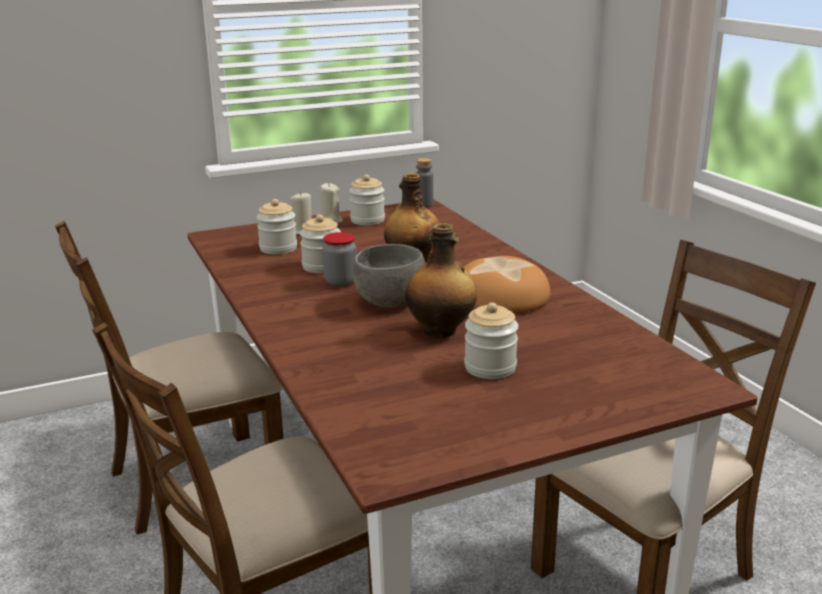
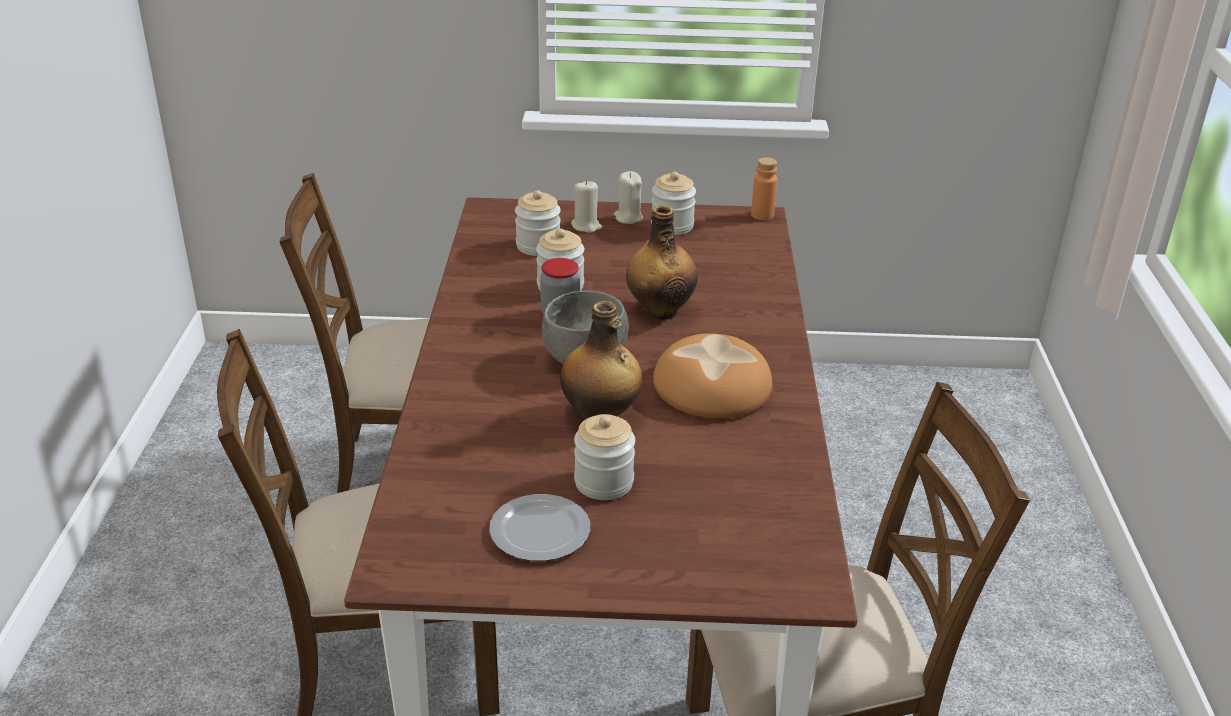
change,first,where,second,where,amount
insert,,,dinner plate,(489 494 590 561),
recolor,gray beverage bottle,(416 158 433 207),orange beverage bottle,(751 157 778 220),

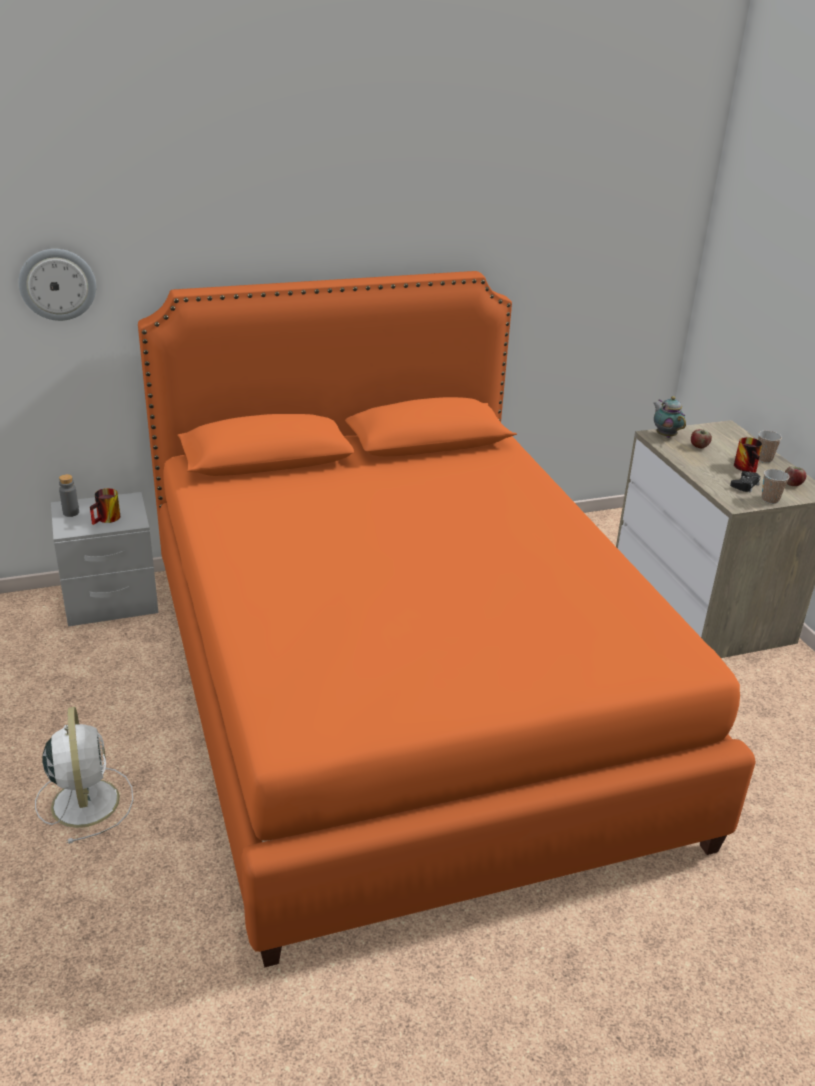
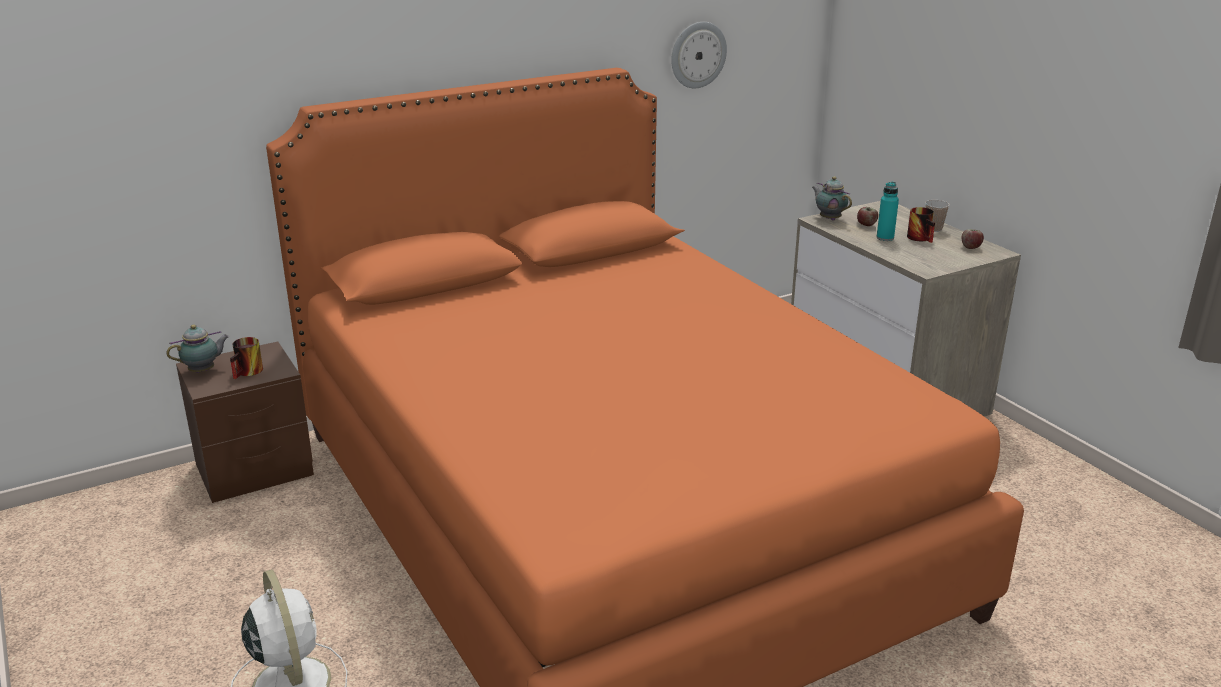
change,first,where,second,where,amount
delete,black game controller,(730 471 760 493),,,
delete,small cup,(762 469 790 504),,,
insert,,,turquoise beverage bottle,(876 182 899 241),
move,hanging clock,(19 249 96 321),,(671 22 727 88),
replace,gray beverage bottle,(59 474 79 517),teapot,(166 325 229 373),
recolor,gray nightstand,(51 492 159 627),brownish nightstand,(176 341 314 503),

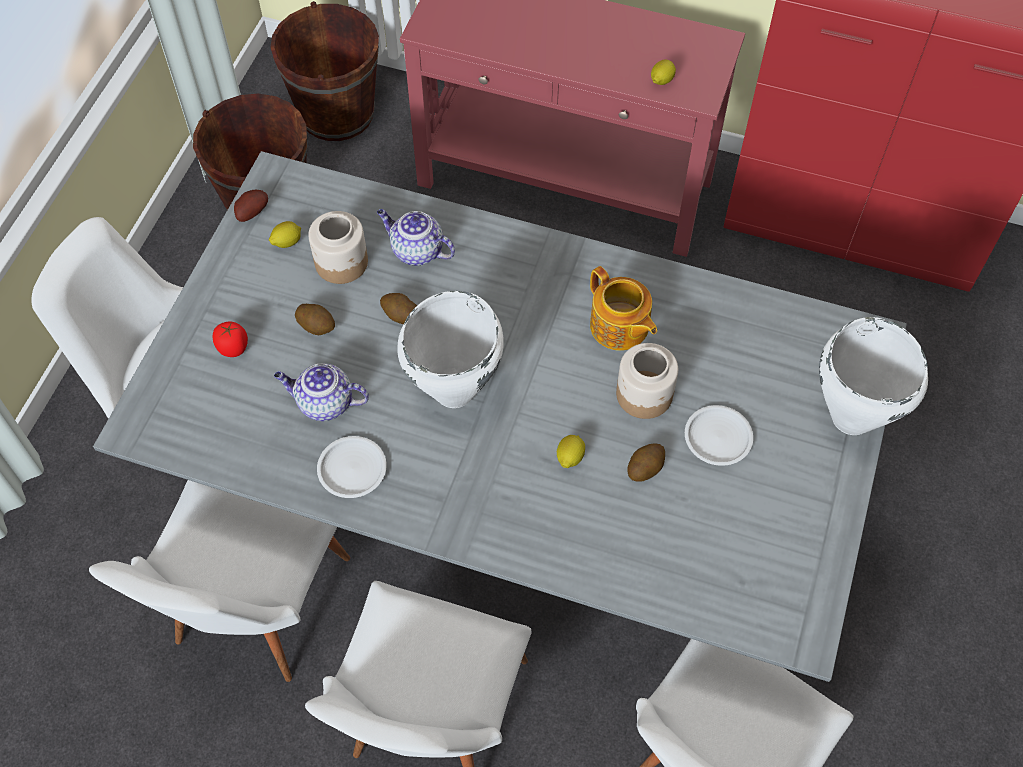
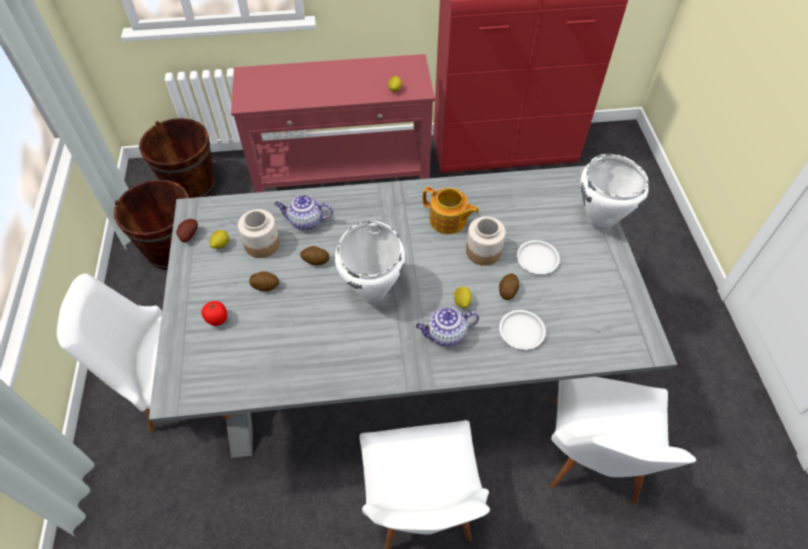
change,first,where,second,where,amount
delete,whitish chair,(89 480 350 682),,,
move,teapot,(274 363 369 421),,(416 307 479 347),
move,whitish dinner plate,(317 436 387 498),,(499 310 546 350),

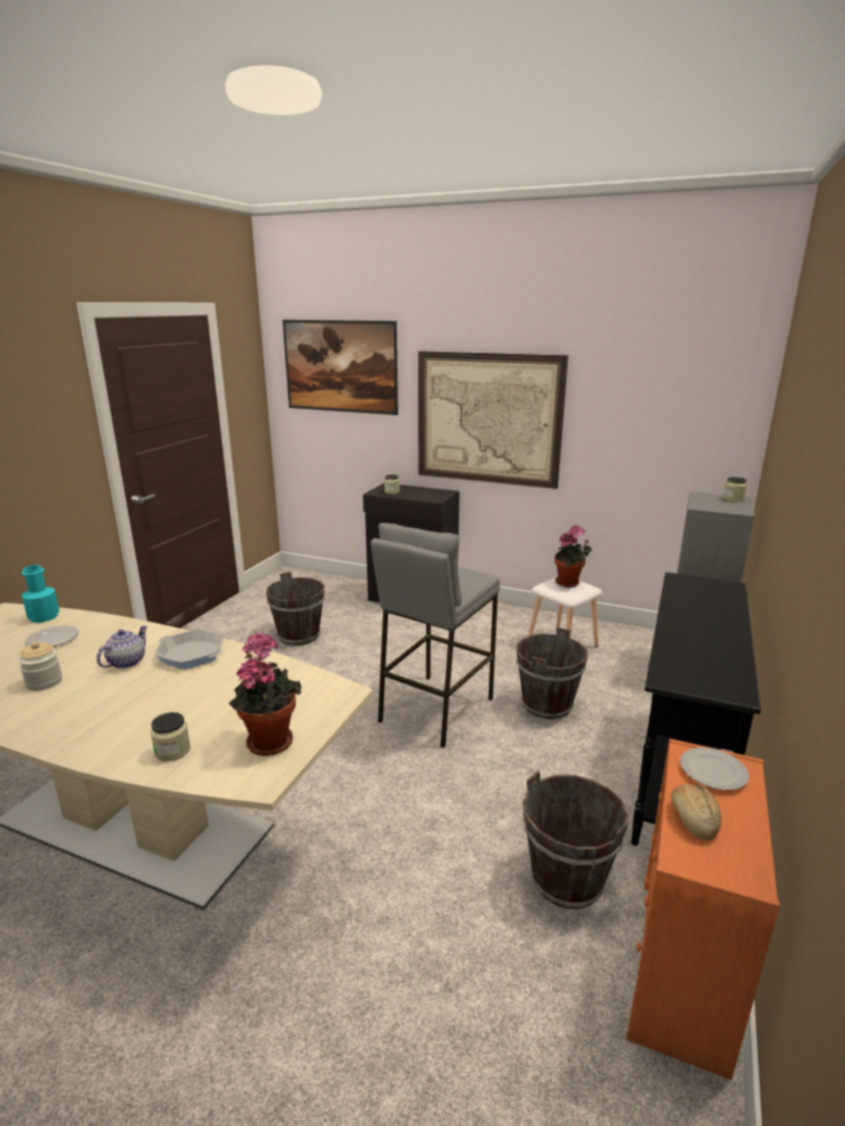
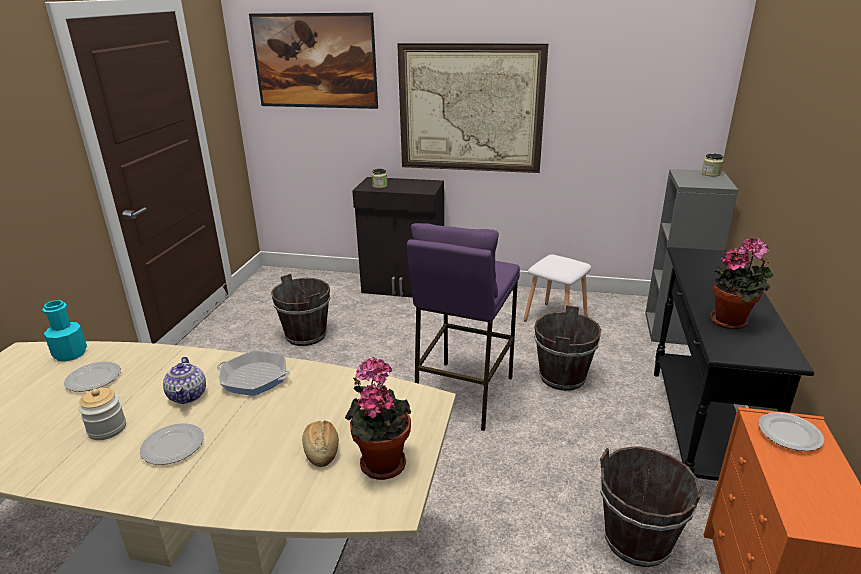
change,first,where,second,where,amount
delete,jar,(150 712 191 762),,,
insert,,,dinner plate,(140 423 204 465),
move,potted plant,(554 525 592 587),,(710 238 774 330),
move,bakery bread,(671 784 721 841),,(302 420 339 467),
recolor,gray stool,(371 523 500 748),purplish stool,(407 223 520 431),
rotate,teapot,(97 625 147 669),,(163 357 206 404),150 degrees clockwise

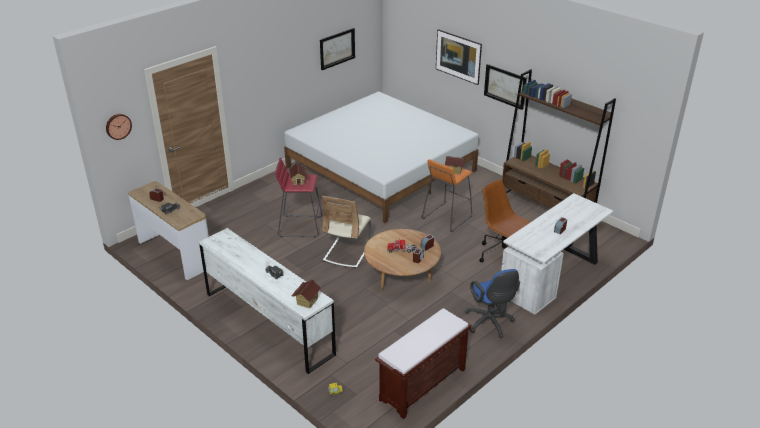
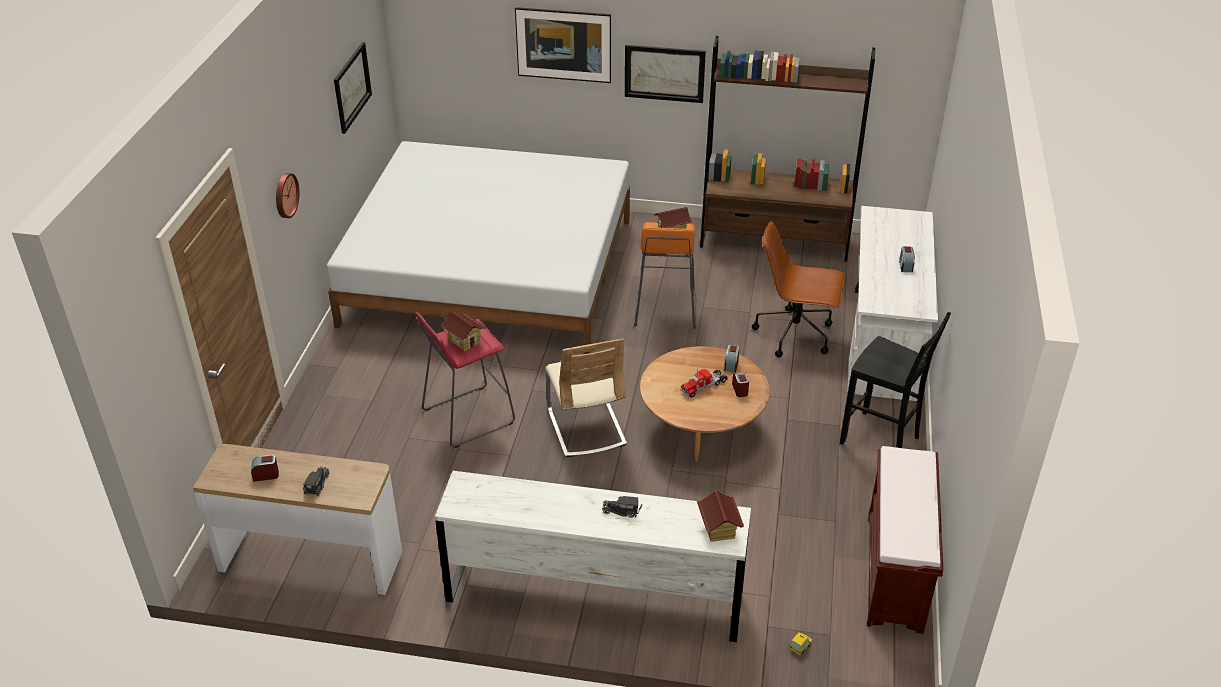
change,first,where,second,where,amount
move,hanging clock,(106 114 132 140),,(276 173 299 218),
replace,bluish desk chair,(465 269 520 338),black stool,(840 312 951 448),

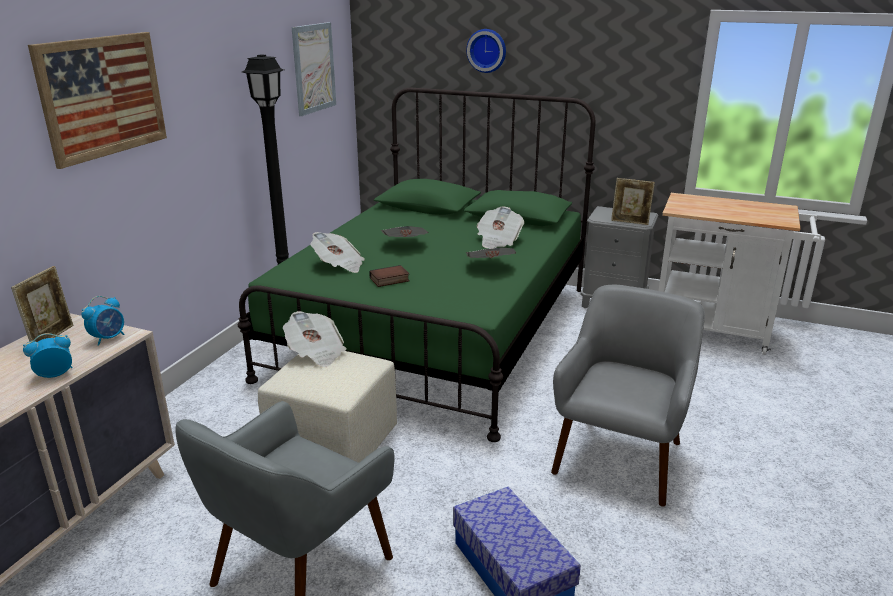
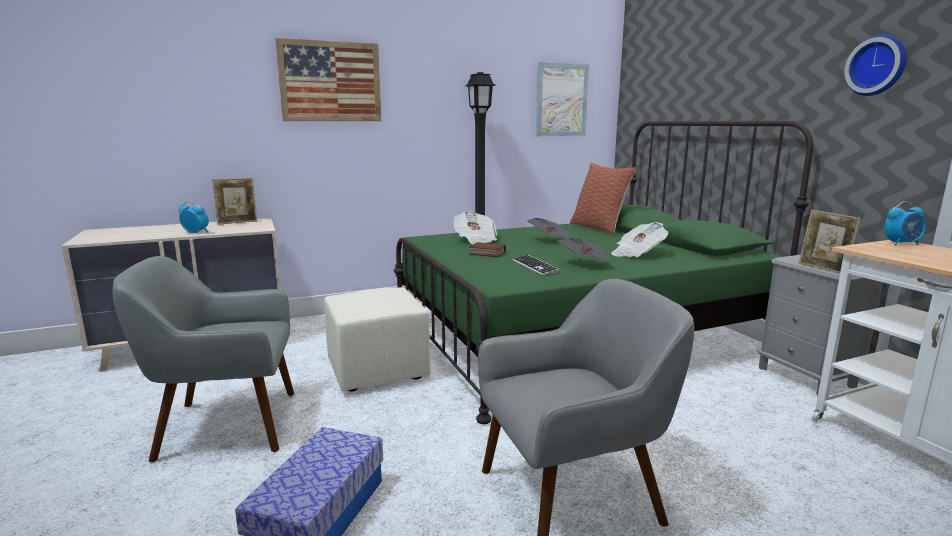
change,first,where,second,where,amount
delete,daily paper,(283 311 346 367),,,
insert,,,PC keyboard,(513 255 559 275),
insert,,,cushion,(570 163 636 235),
move,alarm clock,(81 296 125 346),,(884 201 926 246),
move,hanging clock,(466 29 506 73),,(844 34 907 96),

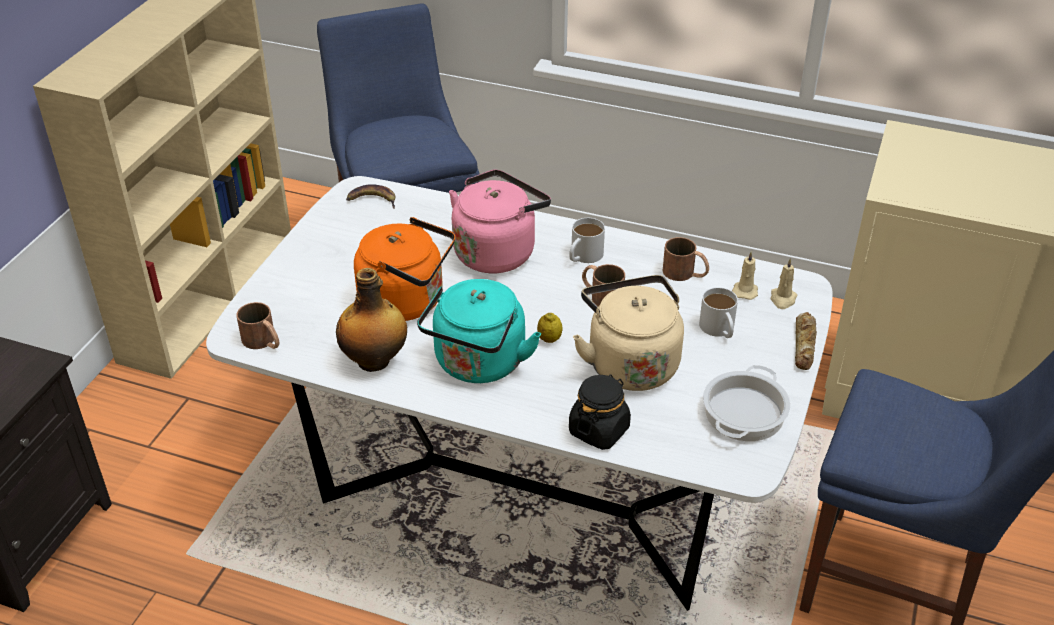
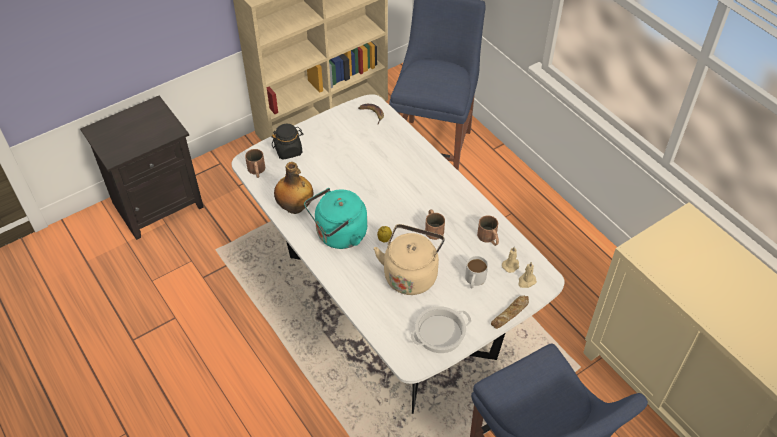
change,first,where,second,where,amount
delete,orange tea kettle,(354 217 455 321),,,
delete,pinkish tea kettle,(449 169 551 273),,,
delete,whitish mug,(569 218 605 263),,,
move,black jar,(569 374 631 450),,(272 124 303 160),

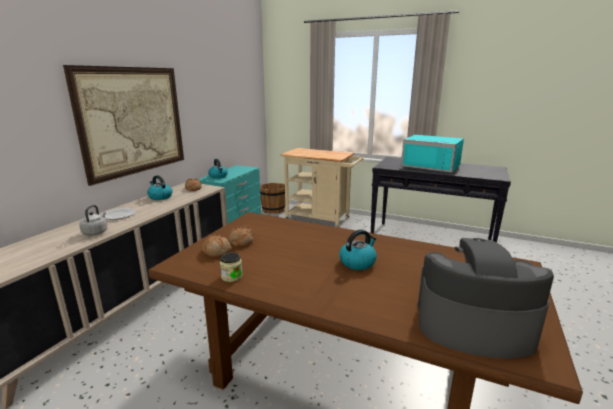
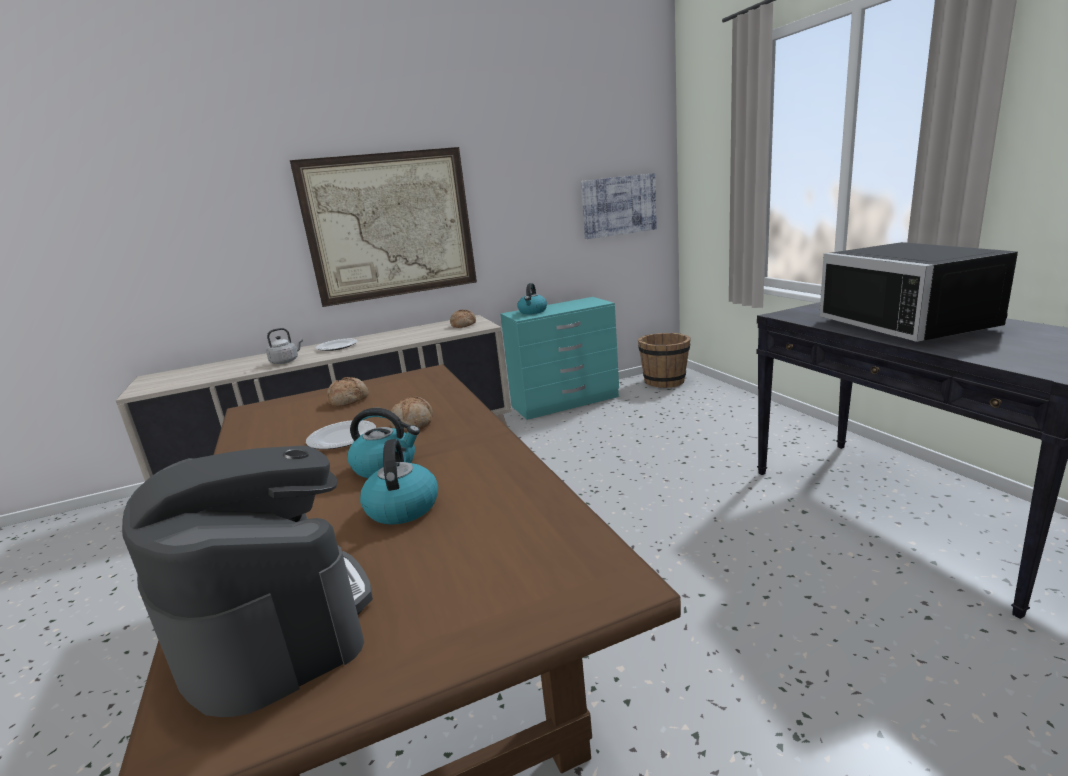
change,first,where,second,where,amount
delete,jar,(220 252 243 282),,,
delete,sand-coloured cart,(280 148 363 228),,,
insert,,,dinner plate,(306 420 376 449),
insert,,,picture,(581 173 657 239),
move,tea kettle,(147 175 173 200),,(360 439 438 525),
move,bakery bread,(202 235 231 257),,(389 397 433 432),
recolor,turquoise microwave oven,(401 135 464 173),black microwave oven,(819 242 1018 342),

